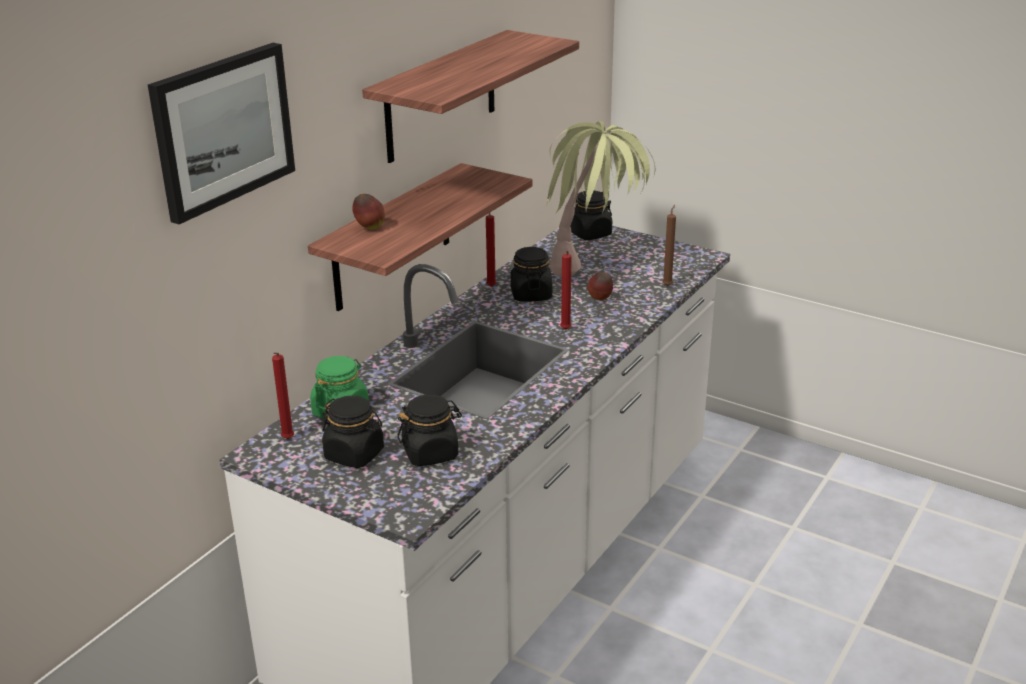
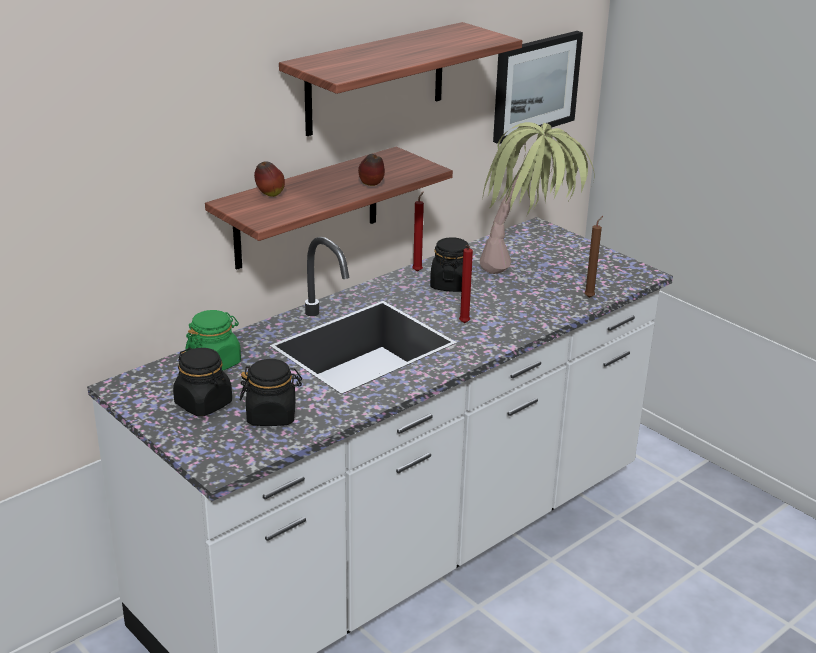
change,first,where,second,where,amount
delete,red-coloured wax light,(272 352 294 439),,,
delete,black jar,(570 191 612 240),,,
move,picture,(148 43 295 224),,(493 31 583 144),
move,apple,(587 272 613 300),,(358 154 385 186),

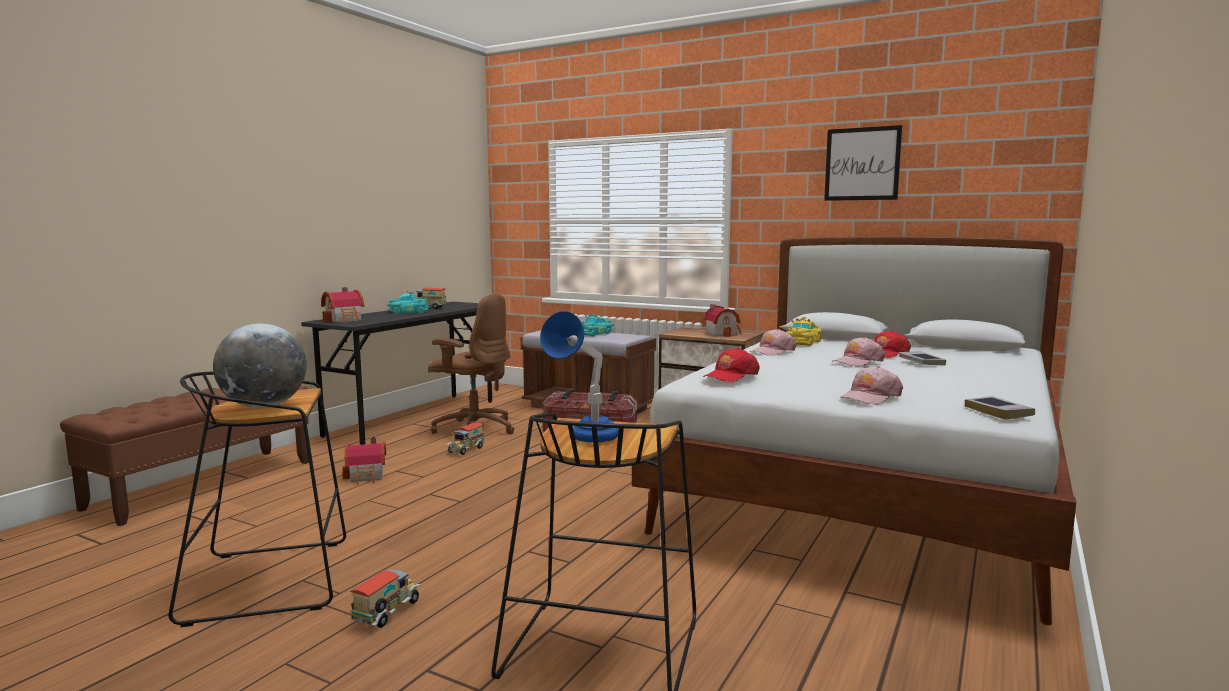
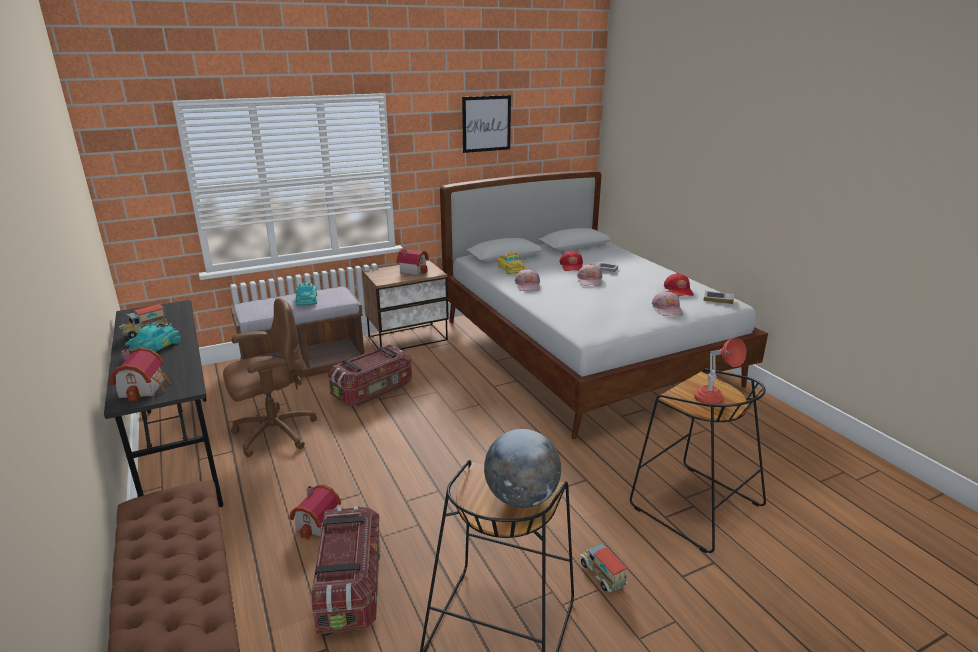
change,first,where,second,where,amount
delete,toy lorry,(447 423 486 455),,,
insert,,,storage bin,(312 506 380 634),
move,red-coloured baseball cap,(703 348 760 382),,(664 273 694 296),
recolor,bluish lamp for a table,(540 311 619 443),red-coloured lamp for a table,(694 338 746 405),

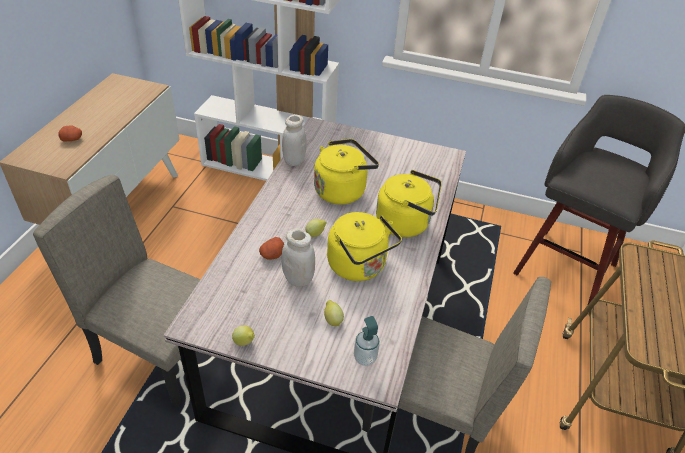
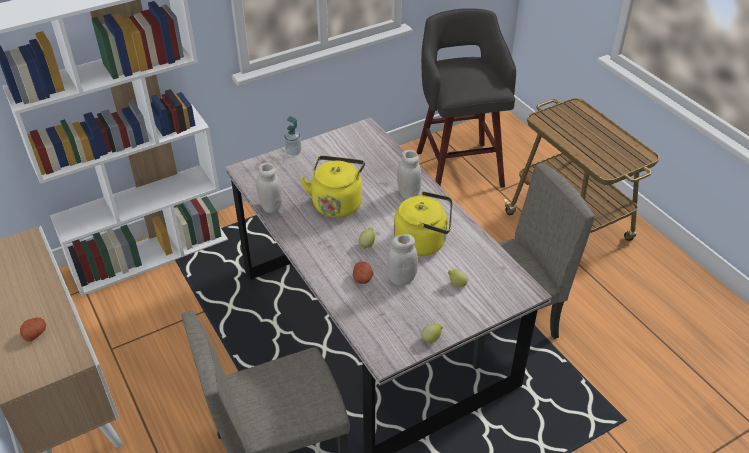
change,first,where,second,where,amount
move,soap dispenser,(354 316 380 366),,(284 116 301 156),
replace,yellow-coloured tea kettle,(376 170 442 237),whitish jar,(397 150 421 199),

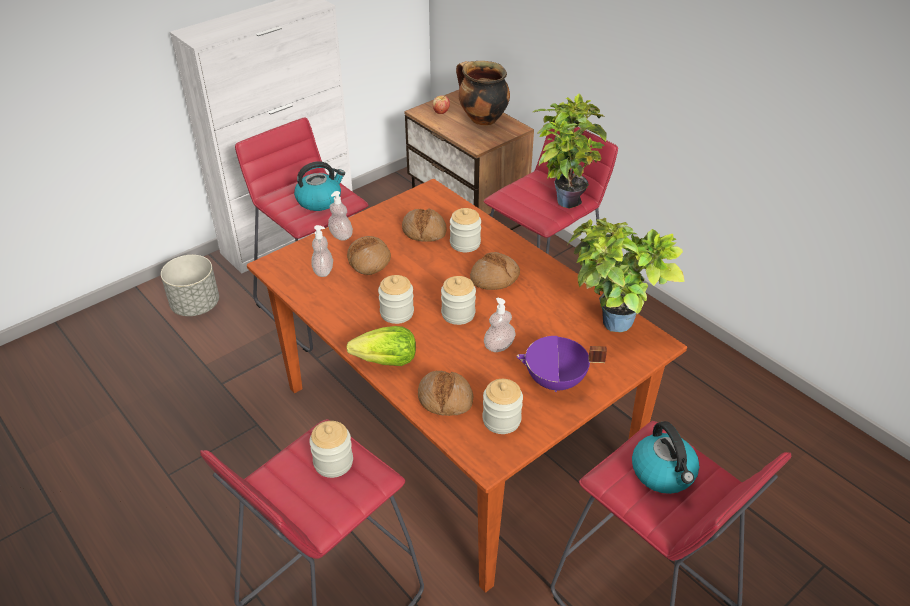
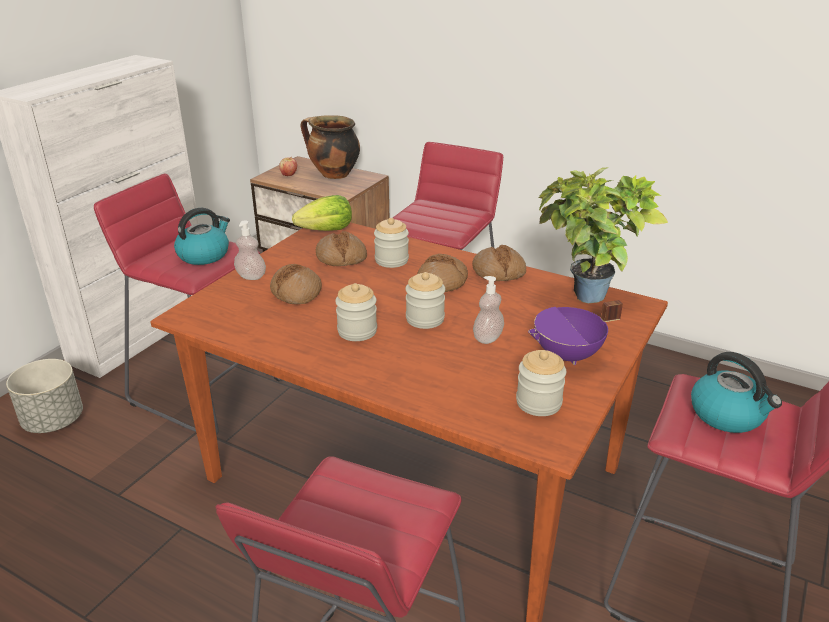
change,first,where,second,where,amount
delete,jar,(309 421 353 478),,,
delete,soap dispenser,(311 225 333 277),,,
delete,potted plant,(533 93 607 209),,,
move,head of lettuce,(346 326 416 366),,(292 195 352 231),
move,bakery bread,(418 371 473 416),,(472 245 526 281),

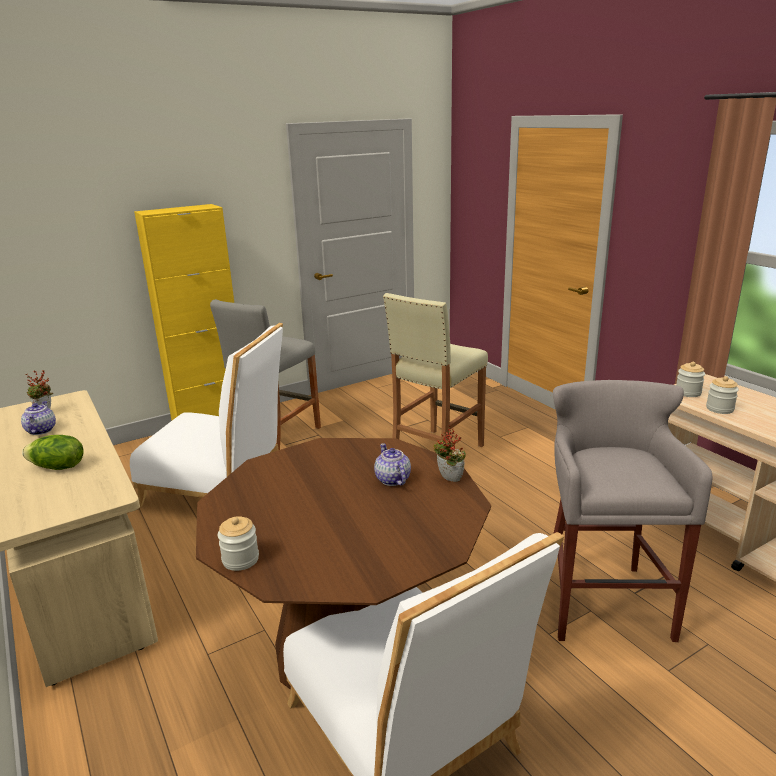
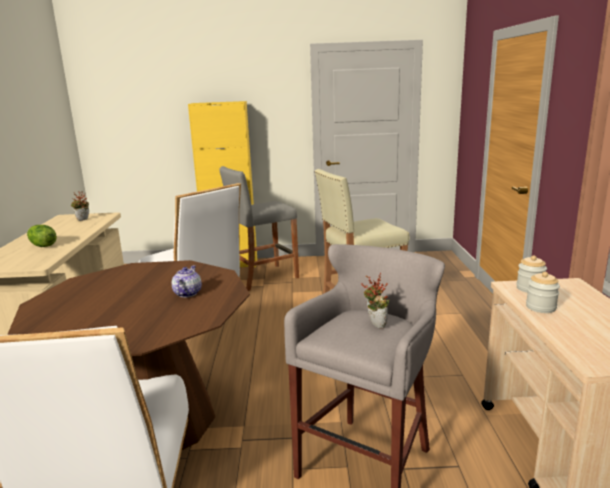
change,first,where,second,where,amount
delete,teapot,(21 401 56 435),,,
delete,jar,(218 516 259 571),,,
move,potted plant,(433 425 466 482),,(361 273 389 329),

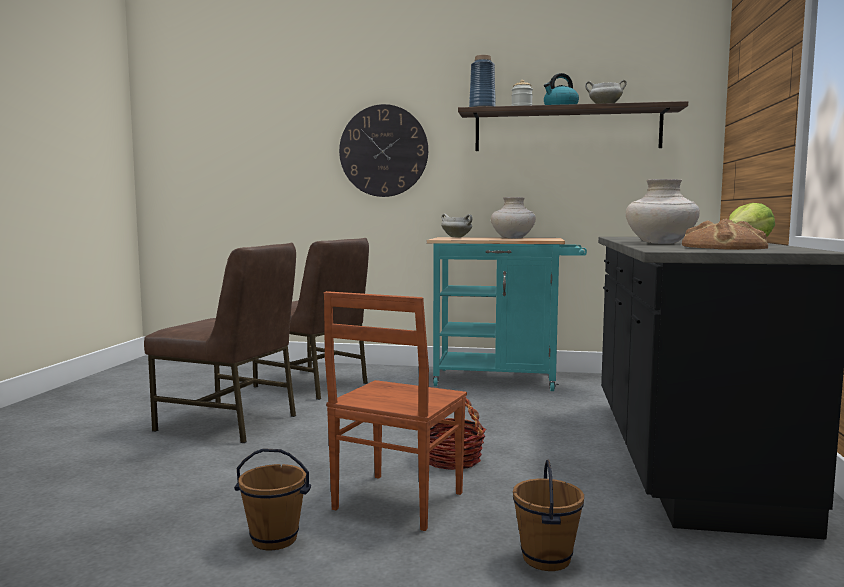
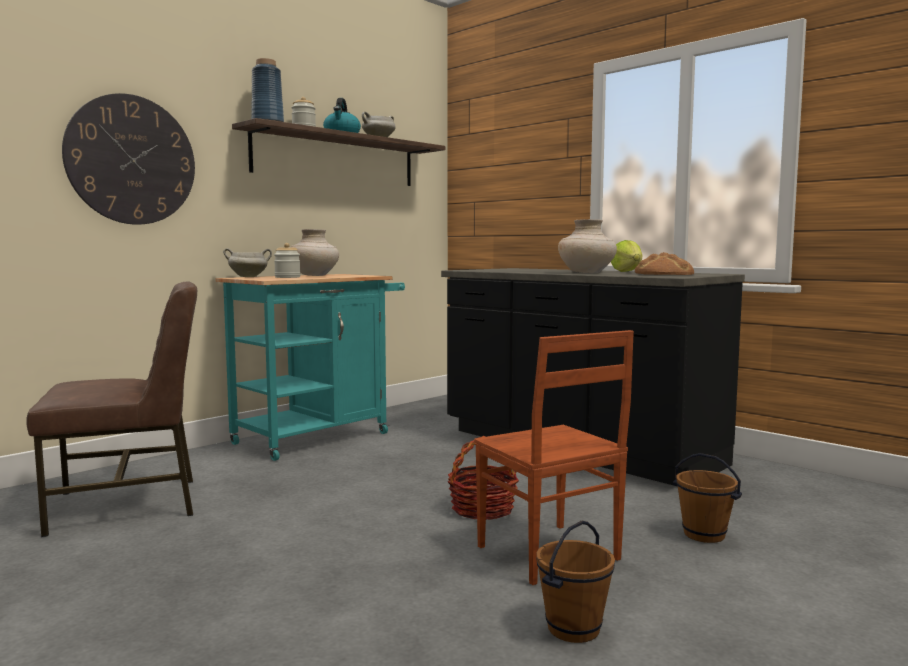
change,first,where,second,where,amount
delete,brownish chair,(144 243 296 443),,,
insert,,,jar,(274 243 301 278),

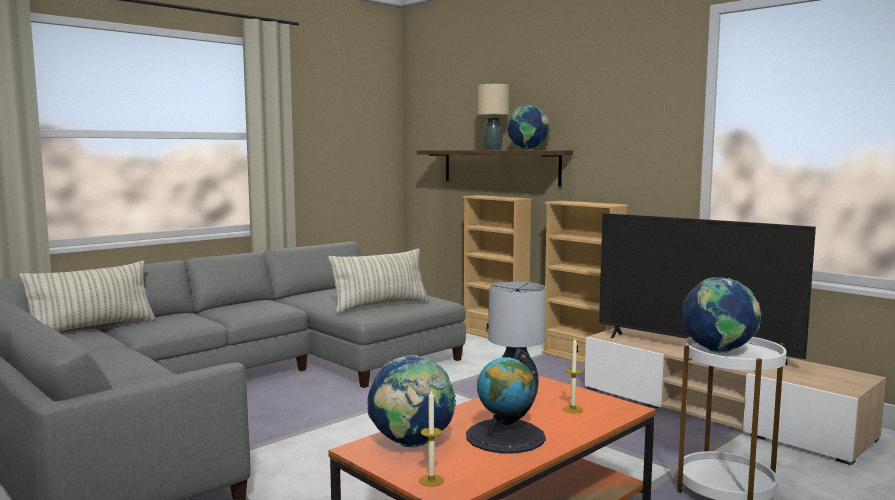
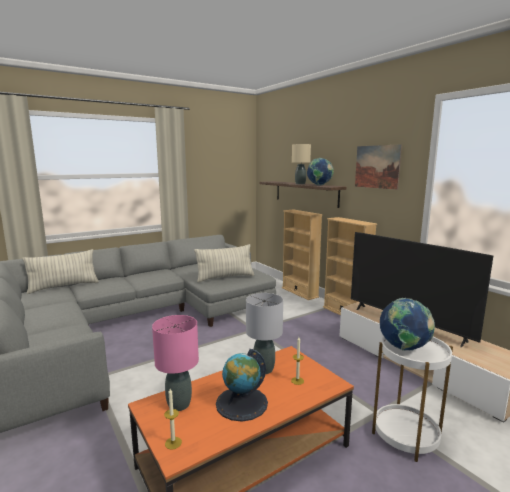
change,first,where,second,where,amount
insert,,,picture,(355 144 402 190),
replace,desk globe,(367 355 456 447),pinkish lamp for a table,(152 315 199 411),

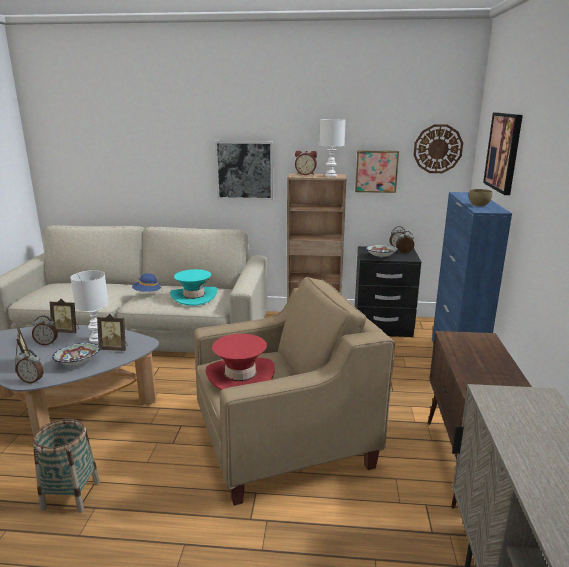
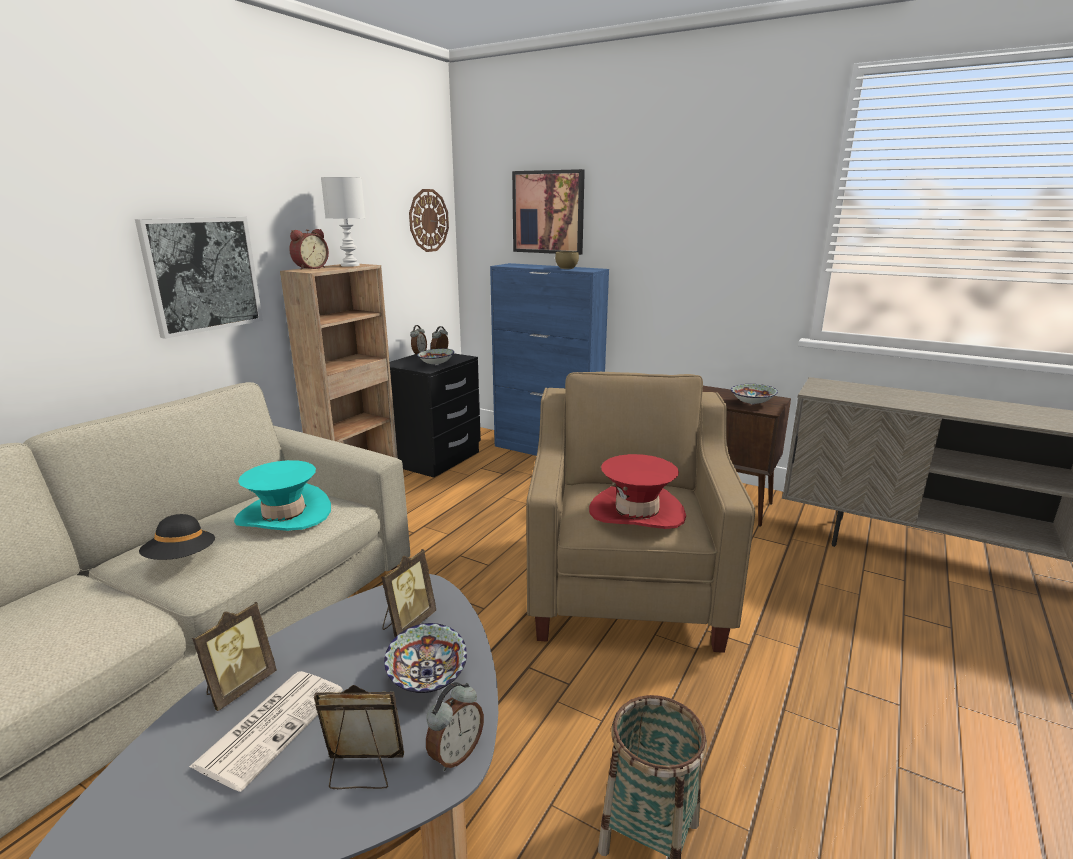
change,first,where,second,where,amount
delete,whitish lamp for a table,(70 270 109 343),,,
delete,picture,(355 151 399 193),,,
insert,,,deep dish,(731 384 778 405),
replace,alarm clock,(32 315 58 345),daily paper,(189 671 343 792),
recolor,bluish hat,(132 273 163 293),black hat,(139 514 215 560),

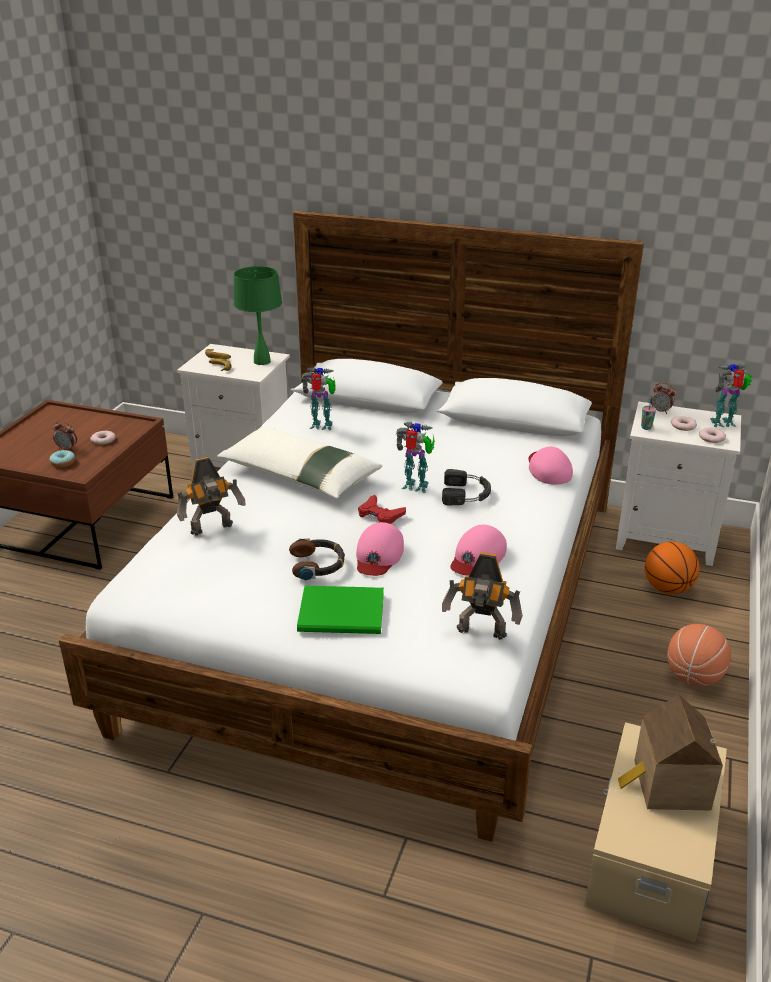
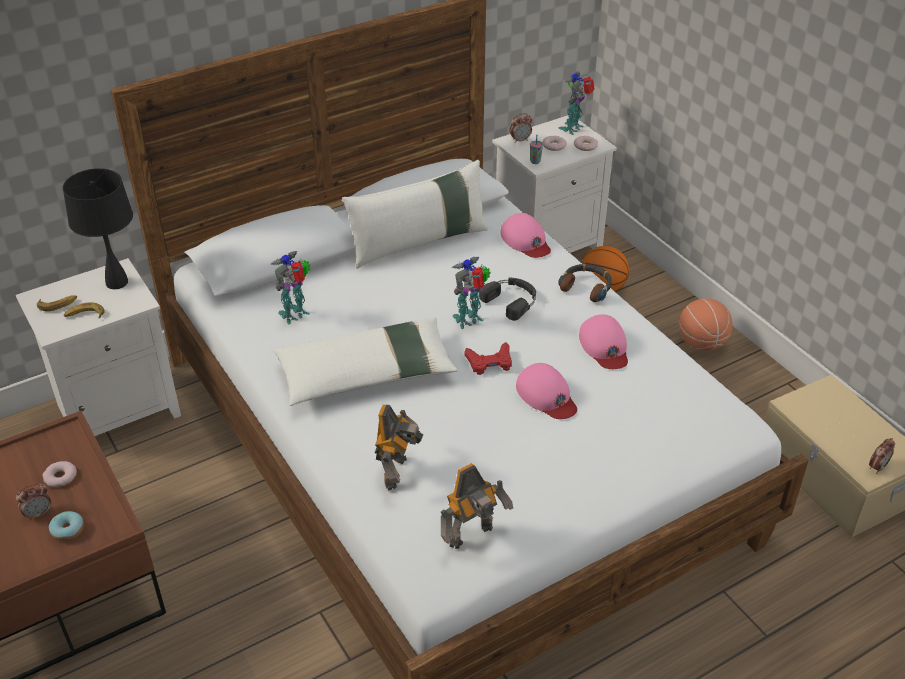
change,first,where,second,where,amount
delete,green volume,(297 586 384 634),,,
delete,miniature house,(618 694 723 810),,,
insert,,,whitish cushion,(342 160 488 269),
insert,,,alarm clock,(869 438 895 474),
move,pair of headphones,(289 538 345 581),,(558 264 612 302),
move,toy robot,(442 552 523 640),,(441 463 513 549),
recolor,green lamp for a table,(234 266 282 365),black lamp for a table,(62 168 133 289),
rotate,pinkish baseball cap,(528 447 573 485),,(501 213 551 258),150 degrees counterclockwise

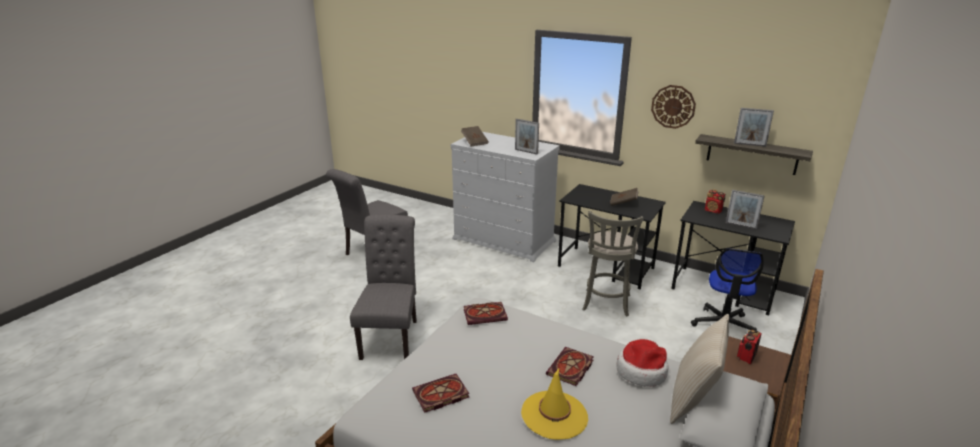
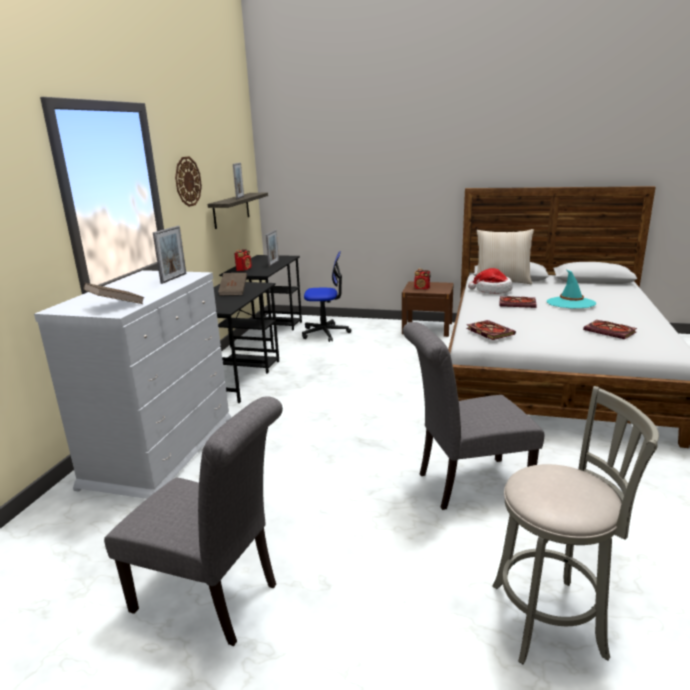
change,first,where,second,where,amount
move,gray stool,(583 211 643 317),,(492 386 659 664),
recolor,yellow-coloured hat,(521 369 588 440),turquoise hat,(546 270 596 308),

